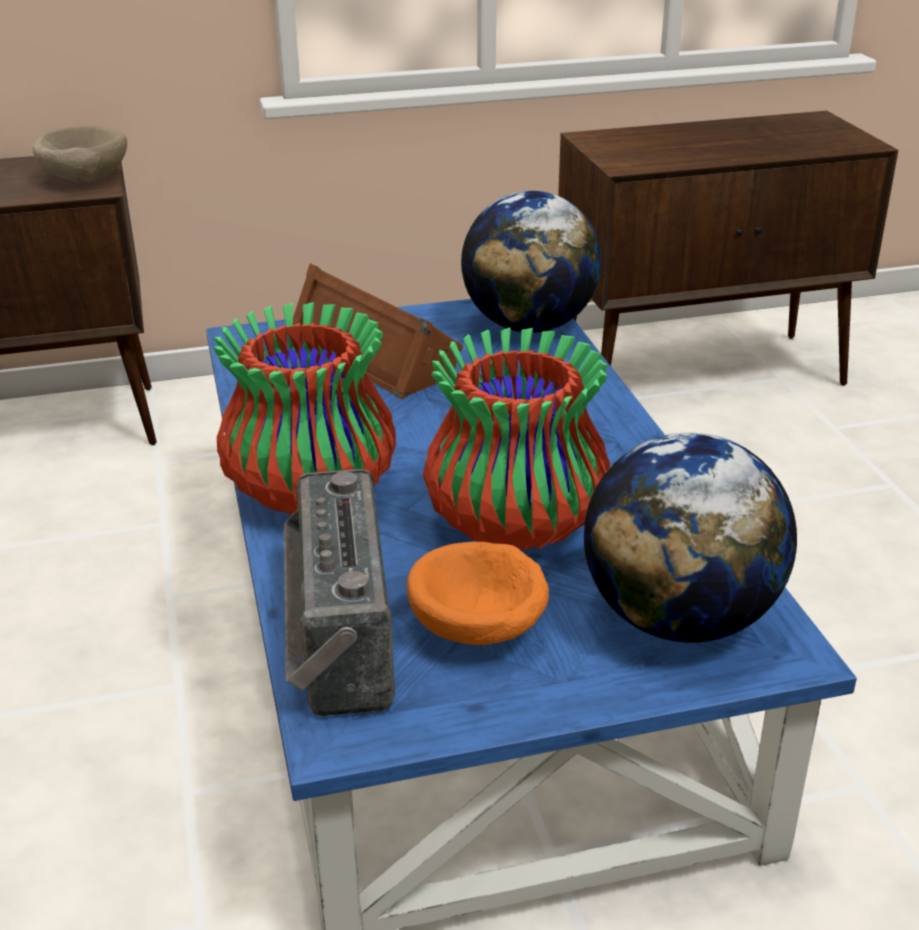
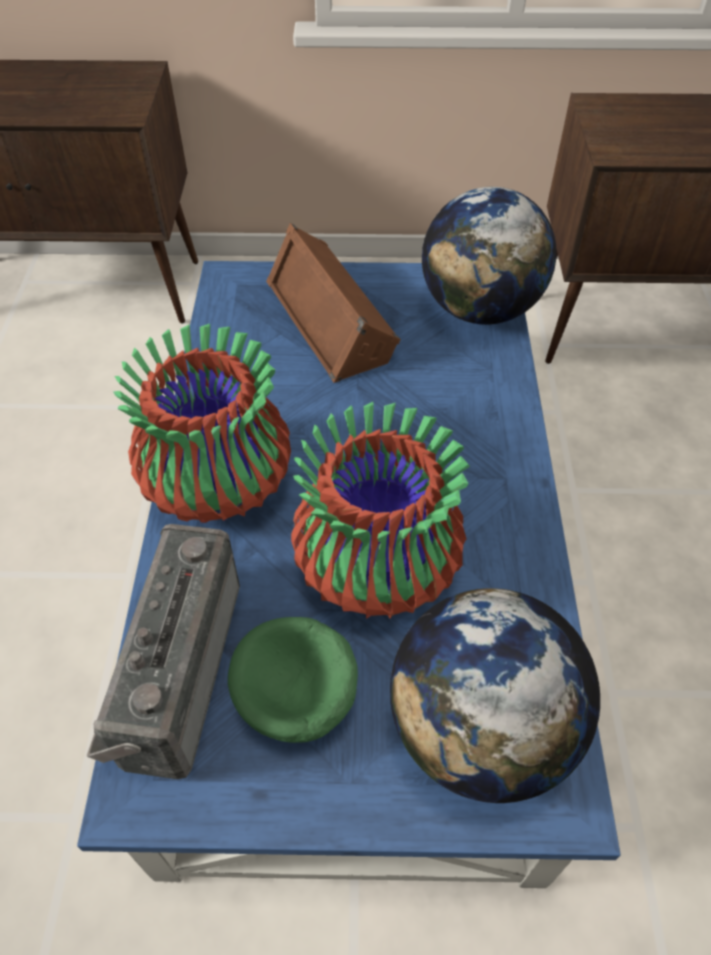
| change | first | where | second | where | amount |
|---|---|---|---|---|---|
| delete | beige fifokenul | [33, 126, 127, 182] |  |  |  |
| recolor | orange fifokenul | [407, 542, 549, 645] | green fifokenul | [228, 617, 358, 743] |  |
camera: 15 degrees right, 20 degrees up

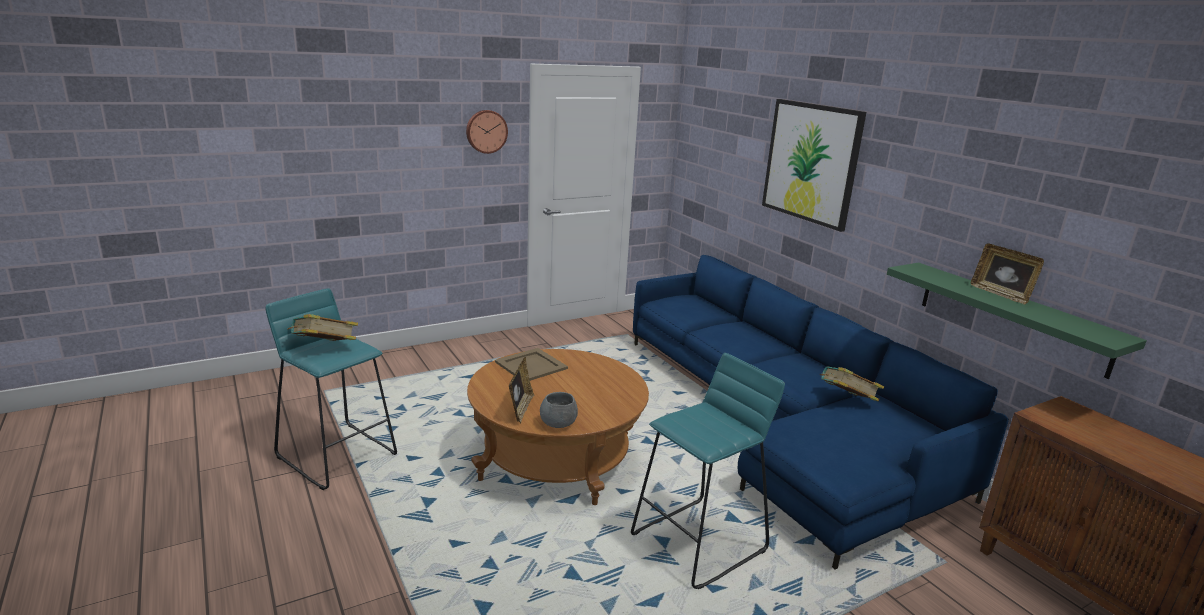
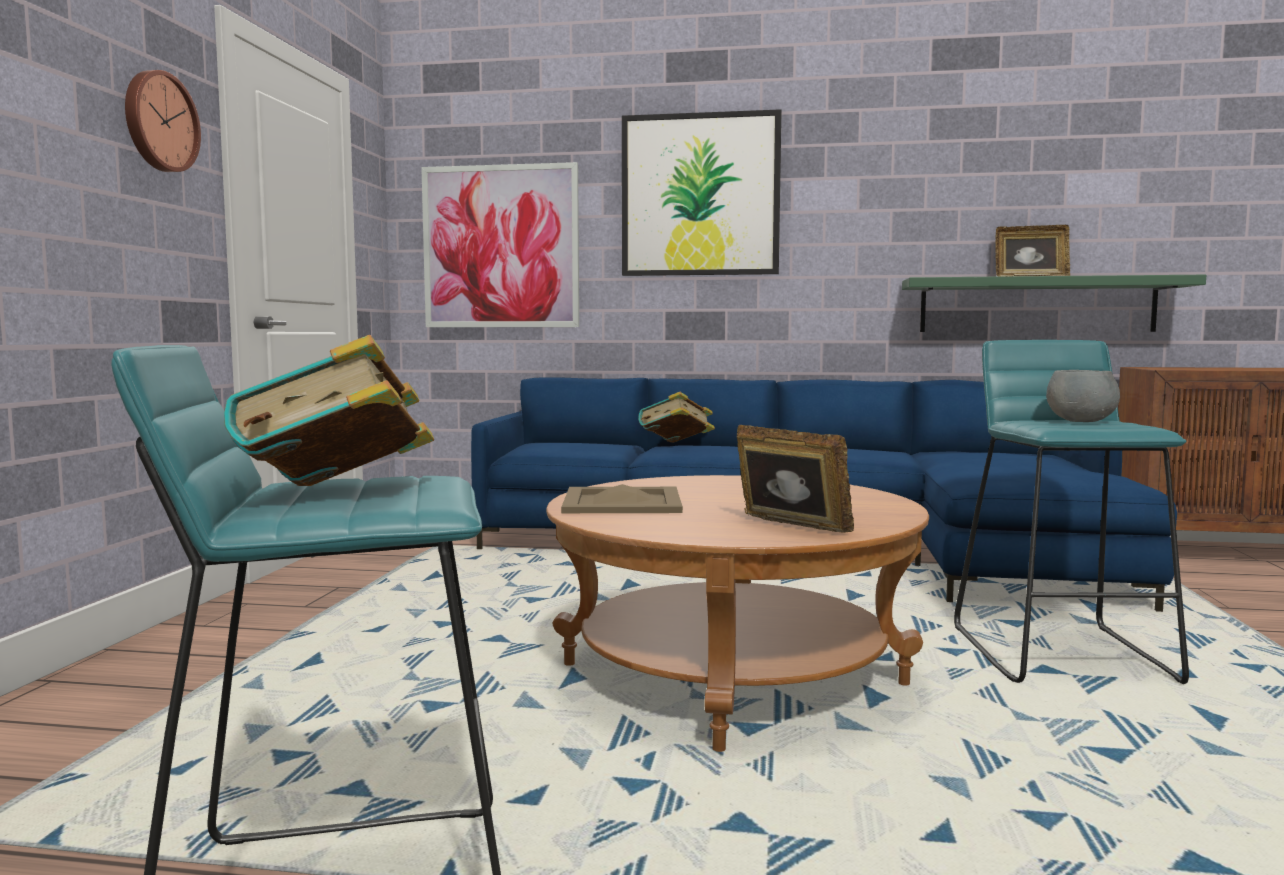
| change | first | where | second | where | amount |
|---|---|---|---|---|---|
| move | grey fifokenul | [540, 392, 578, 428] |  | [1046, 370, 1120, 422] |  |
| move | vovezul | [820, 366, 884, 401] |  | [638, 392, 715, 443] |  |
| insert |  |  | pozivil | [421, 162, 579, 327] |  |
camera: 50 degrees left, 15 degrees down

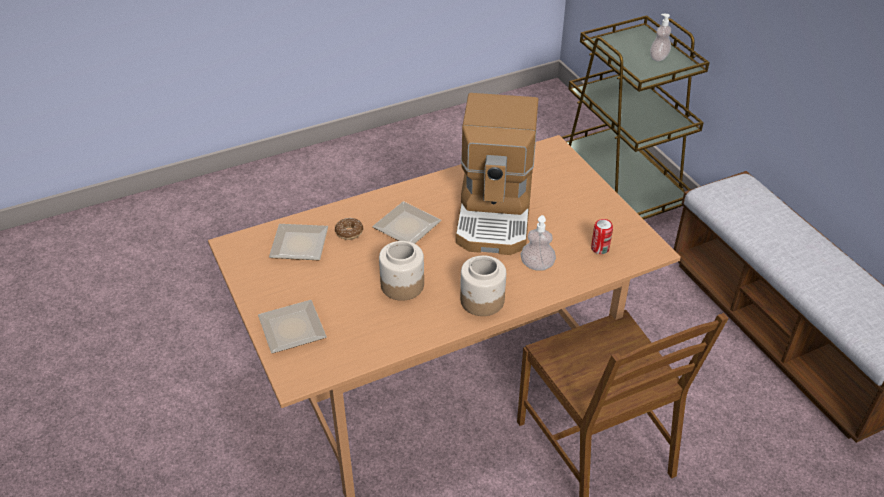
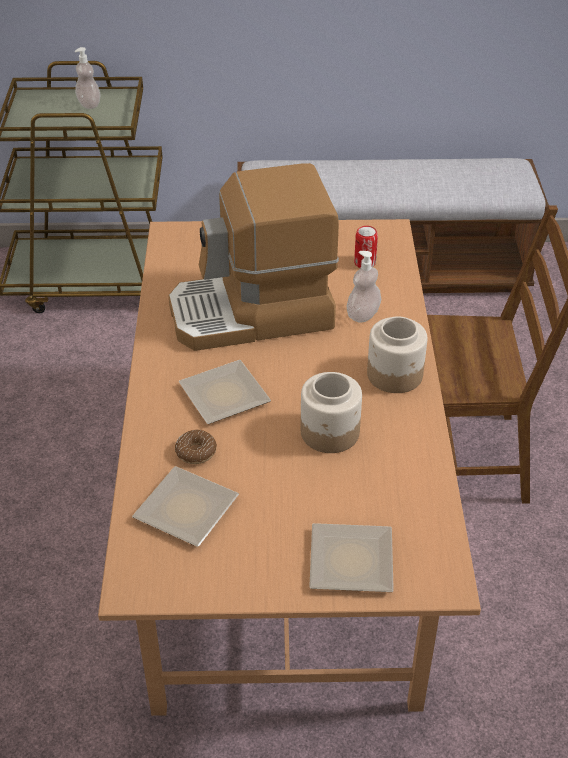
| change | first | where | second | where | amount |
|---|---|---|---|---|---|
| rotate | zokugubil | [456, 93, 538, 255] |  | [168, 163, 339, 351] | 135 degrees clockwise |
camera: 65 degrees left, 0 degrees up

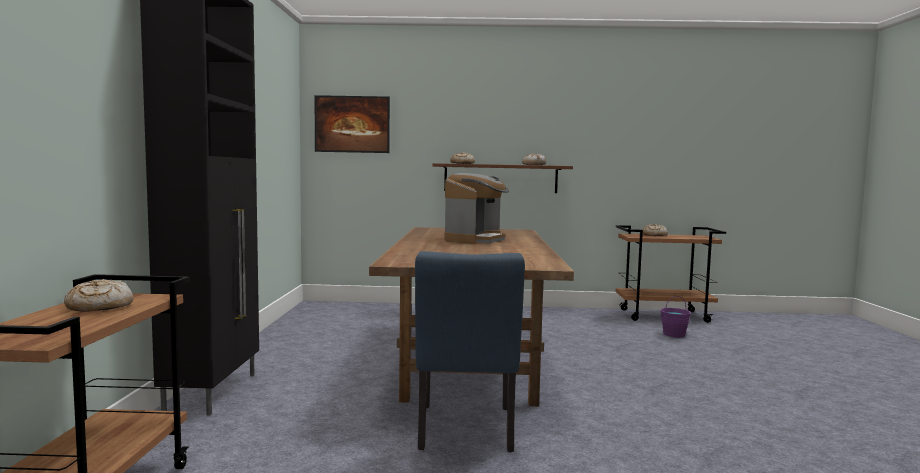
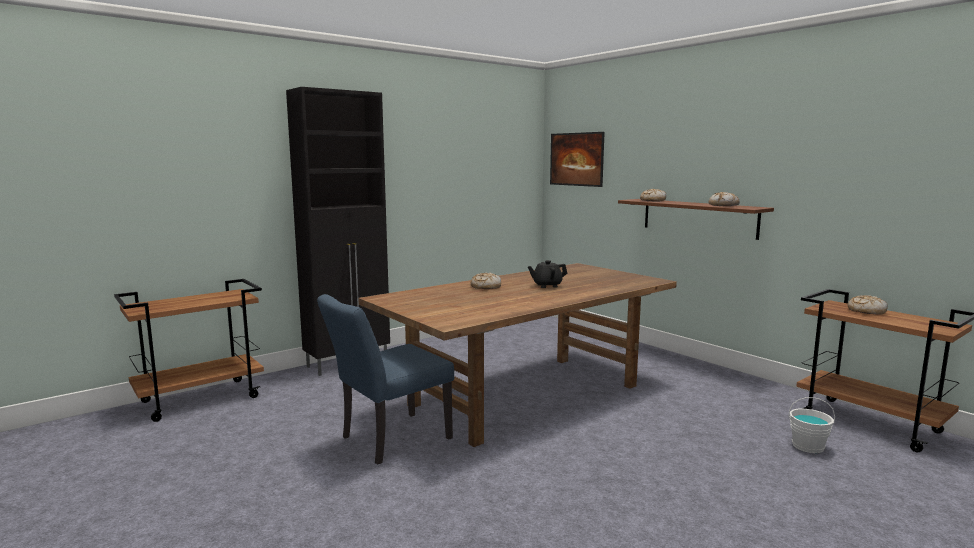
| change | first | where | second | where | amount |
|---|---|---|---|---|---|
| move | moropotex | [64, 279, 134, 312] |  | [471, 273, 501, 289] |  |
| replace | zokugubil | [444, 173, 510, 244] | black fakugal | [528, 260, 567, 288] |  |
| recolor | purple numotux | [660, 296, 691, 337] | white numotux | [789, 397, 835, 453] |  |
camera: 50 degrees right, 5 degrees up

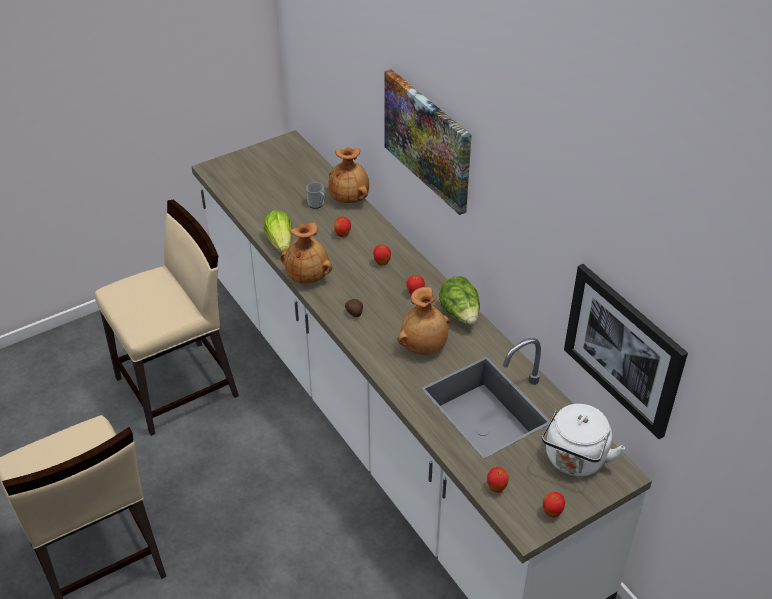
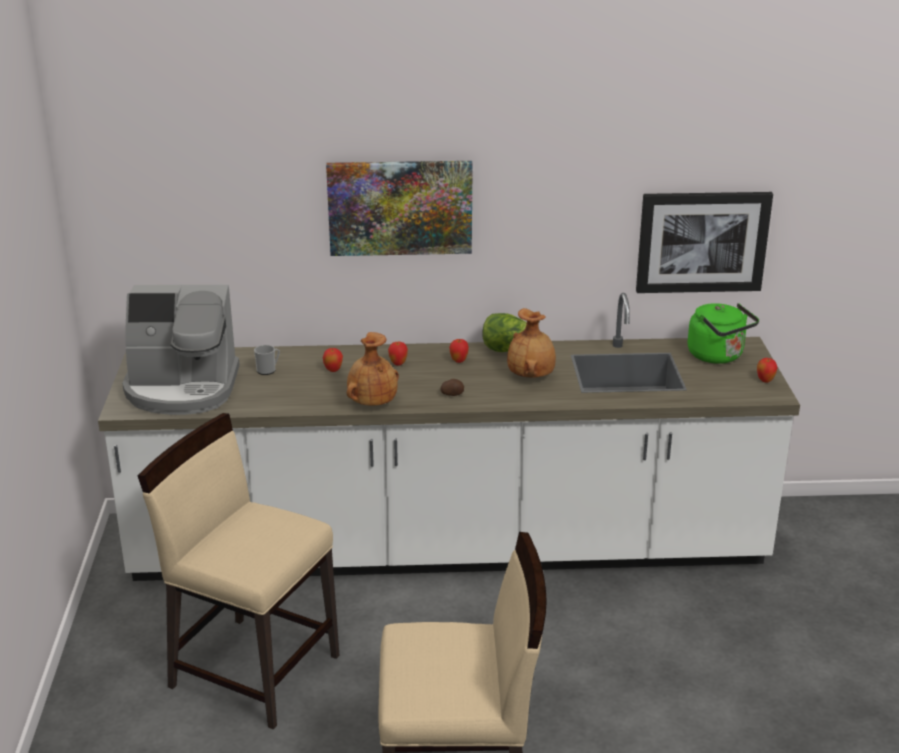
| change | first | where | second | where | amount |
|---|---|---|---|---|---|
| rotate | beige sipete | [95, 200, 239, 436] |  | [138, 413, 340, 730] | 60 degrees counterclockwise |
| delete | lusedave | [264, 210, 292, 253] |  |  |  |
| delete | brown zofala | [329, 147, 369, 203] |  |  |  |
| delete | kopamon | [487, 467, 509, 493] |  |  |  |
| recolor | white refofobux | [542, 404, 625, 476] | green refofobux | [687, 303, 759, 364] |  |
| insert |  |  | zokugubil | [122, 285, 240, 415] |  |
camera: 60 degrees left, 15 degrees down

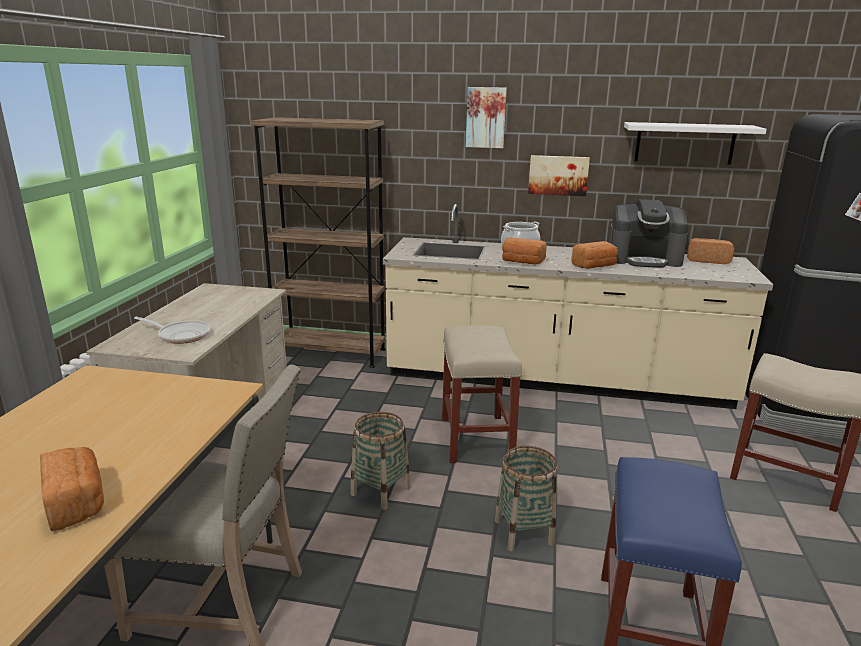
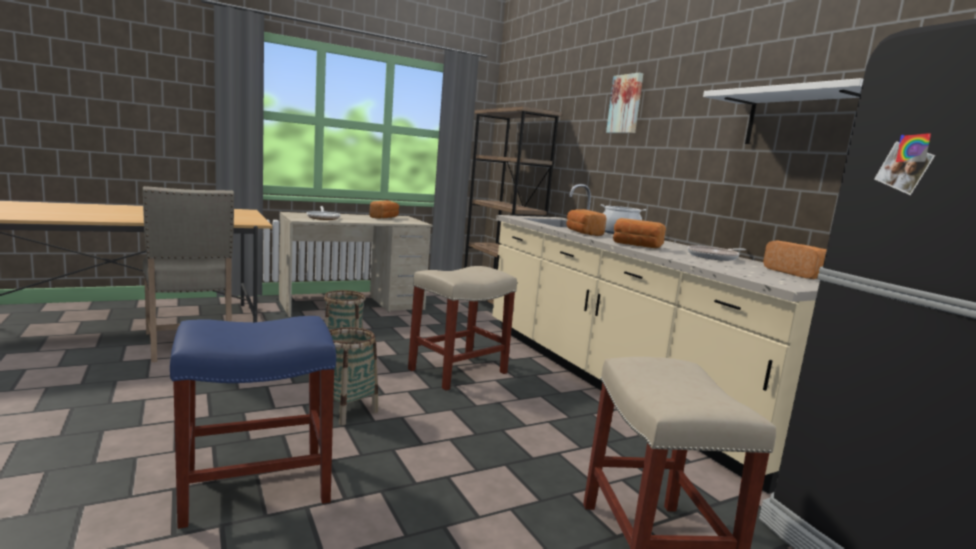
| change | first | where | second | where | amount |
|---|---|---|---|---|---|
| move | moropotex | [40, 447, 104, 531] |  | [369, 201, 399, 218] |  |
| delete | pozivil | [528, 155, 590, 196] |  |  |  |
| replace | zokugubil | [609, 199, 688, 268] | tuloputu | [688, 246, 747, 261] |  |
camera: 50 degrees right, 10 degrees down

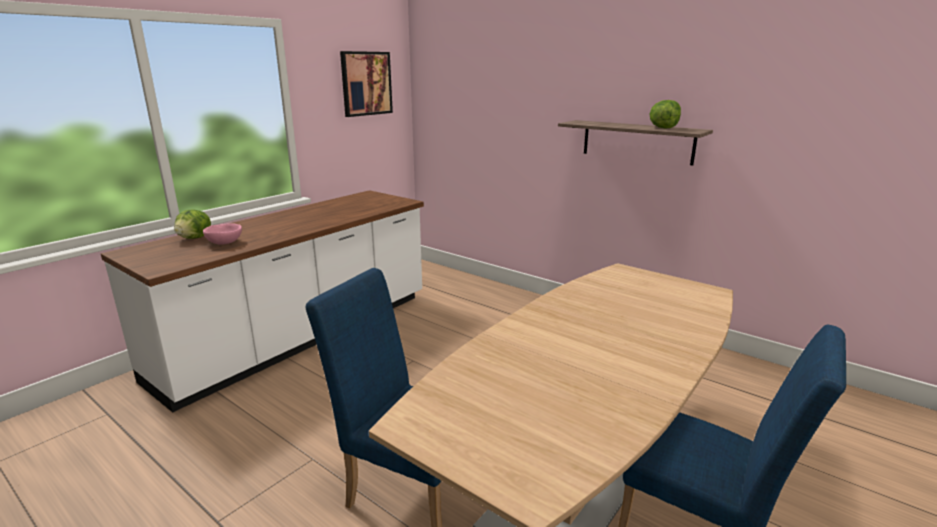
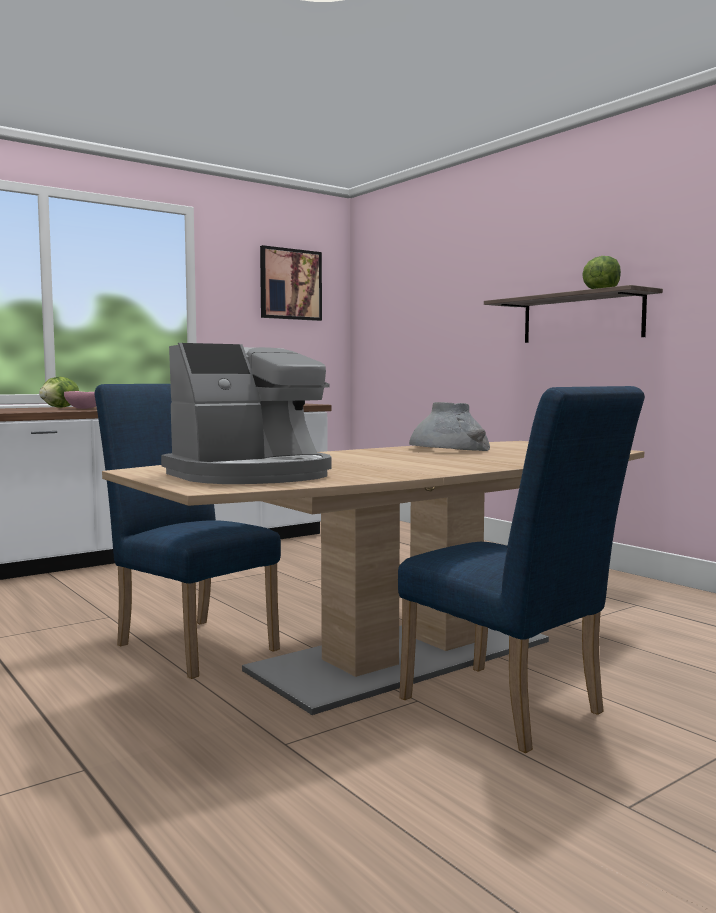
| change | first | where | second | where | amount |
|---|---|---|---|---|---|
| insert |  |  | zokugubil | [161, 343, 332, 484] |  |
| insert |  |  | grey zofala | [409, 402, 490, 451] |  |
camera: 15 degrees right, 15 degrees down

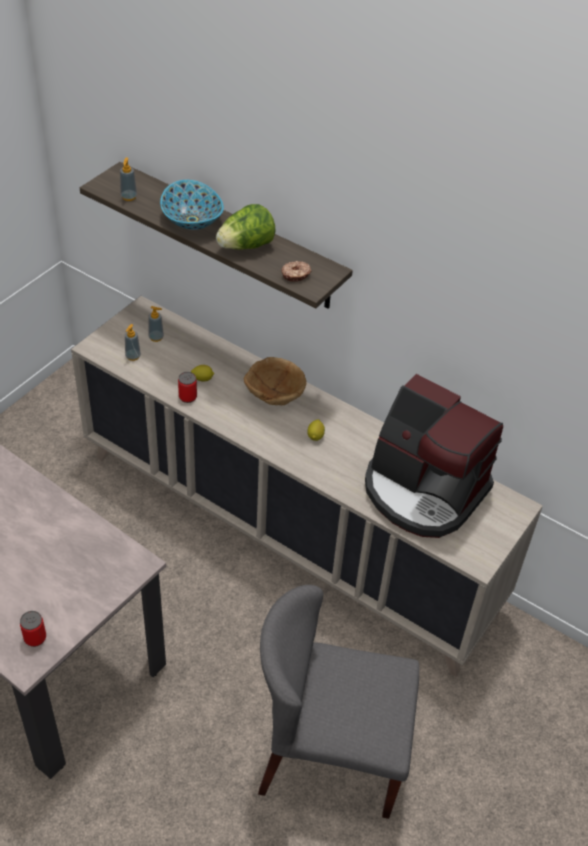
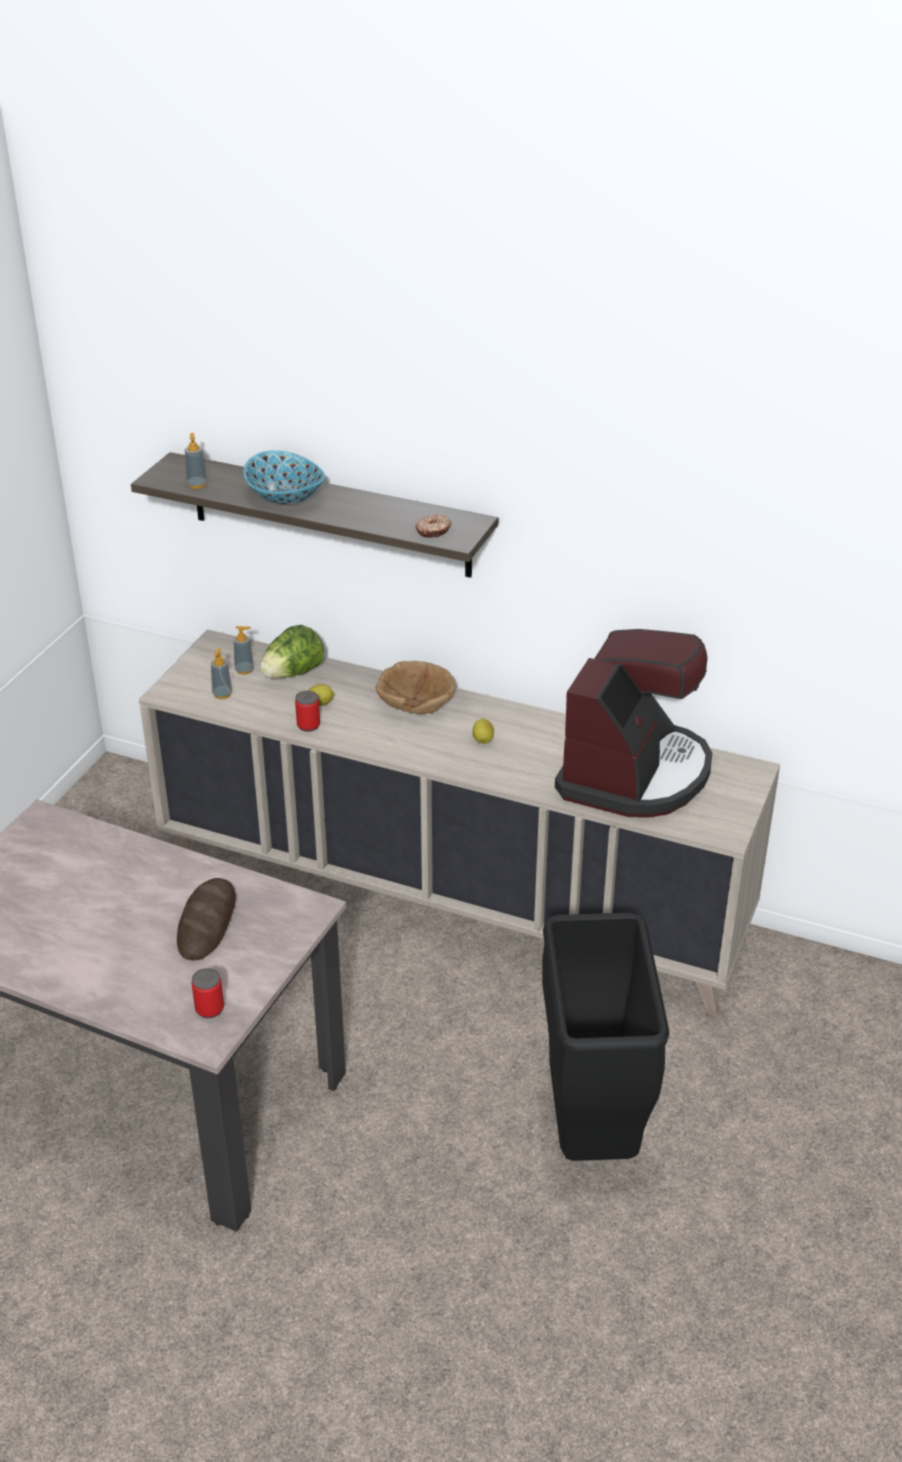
| change | first | where | second | where | amount |
|---|---|---|---|---|---|
| move | lusedave | [216, 204, 276, 250] |  | [260, 625, 324, 679] |  |
| replace | grey sipete | [258, 585, 419, 819] | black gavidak | [542, 913, 669, 1161] |  |
| rotate | zokugubil | [365, 374, 503, 538] |  | [555, 629, 712, 818] | 90 degrees counterclockwise |
| insert |  |  | moropotex | [177, 878, 236, 960] |  |
camera: 10 degrees left, 10 degrees down

